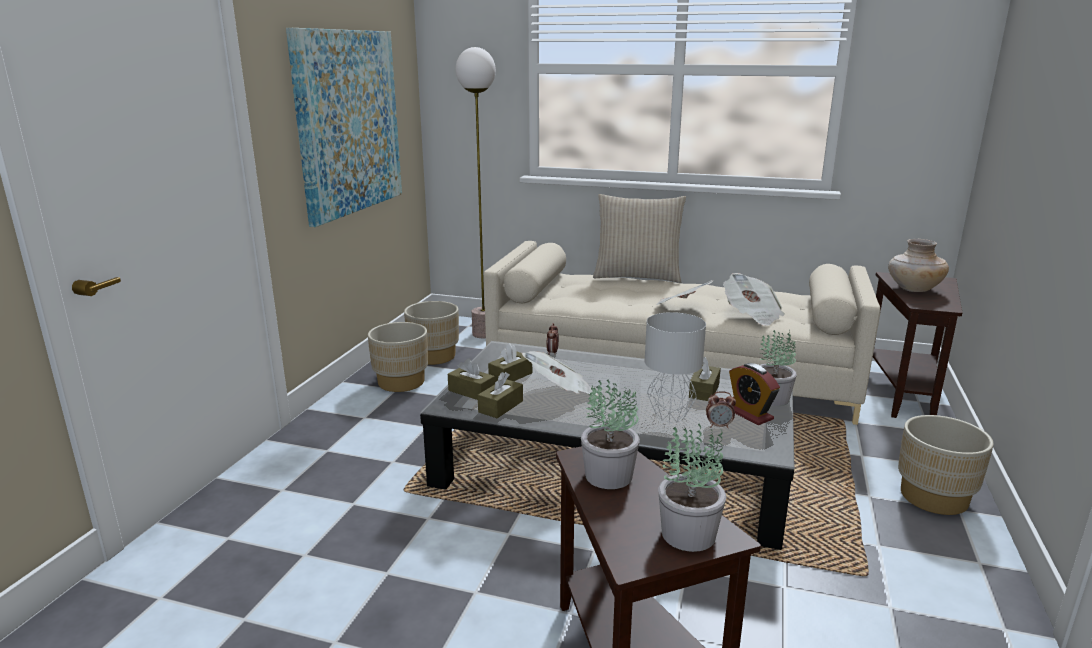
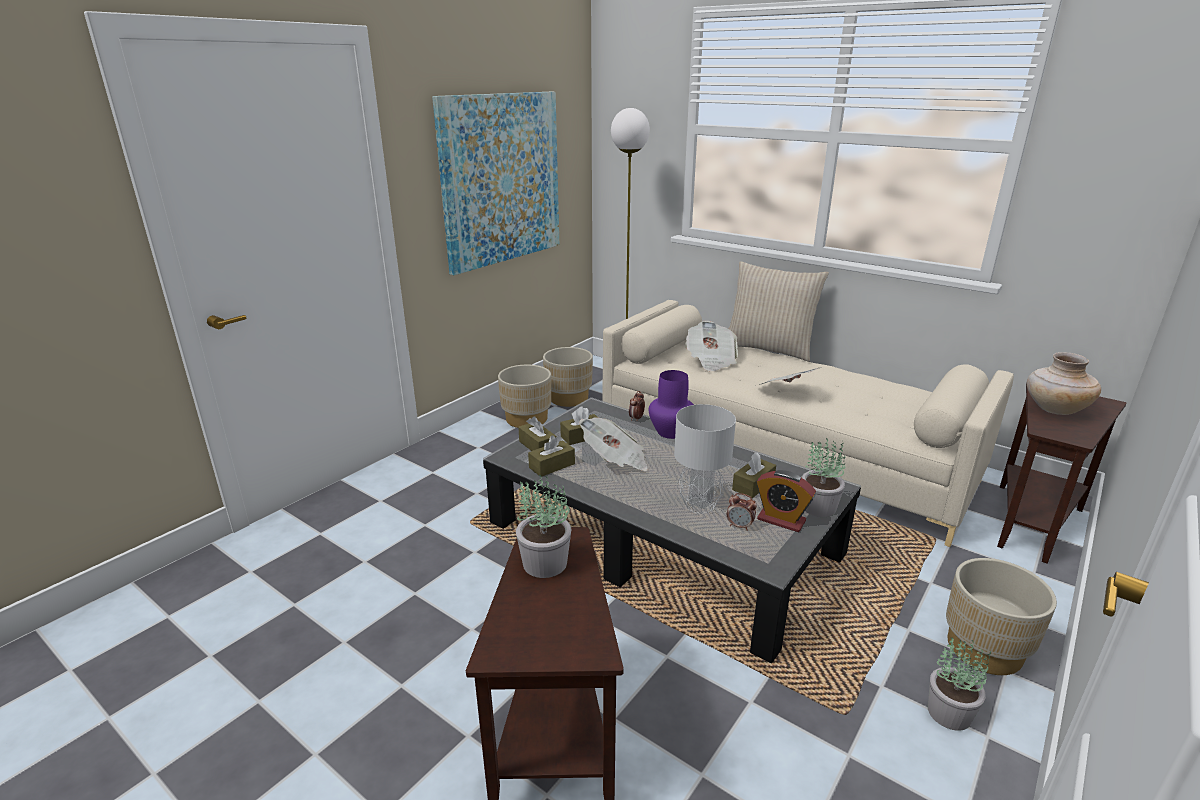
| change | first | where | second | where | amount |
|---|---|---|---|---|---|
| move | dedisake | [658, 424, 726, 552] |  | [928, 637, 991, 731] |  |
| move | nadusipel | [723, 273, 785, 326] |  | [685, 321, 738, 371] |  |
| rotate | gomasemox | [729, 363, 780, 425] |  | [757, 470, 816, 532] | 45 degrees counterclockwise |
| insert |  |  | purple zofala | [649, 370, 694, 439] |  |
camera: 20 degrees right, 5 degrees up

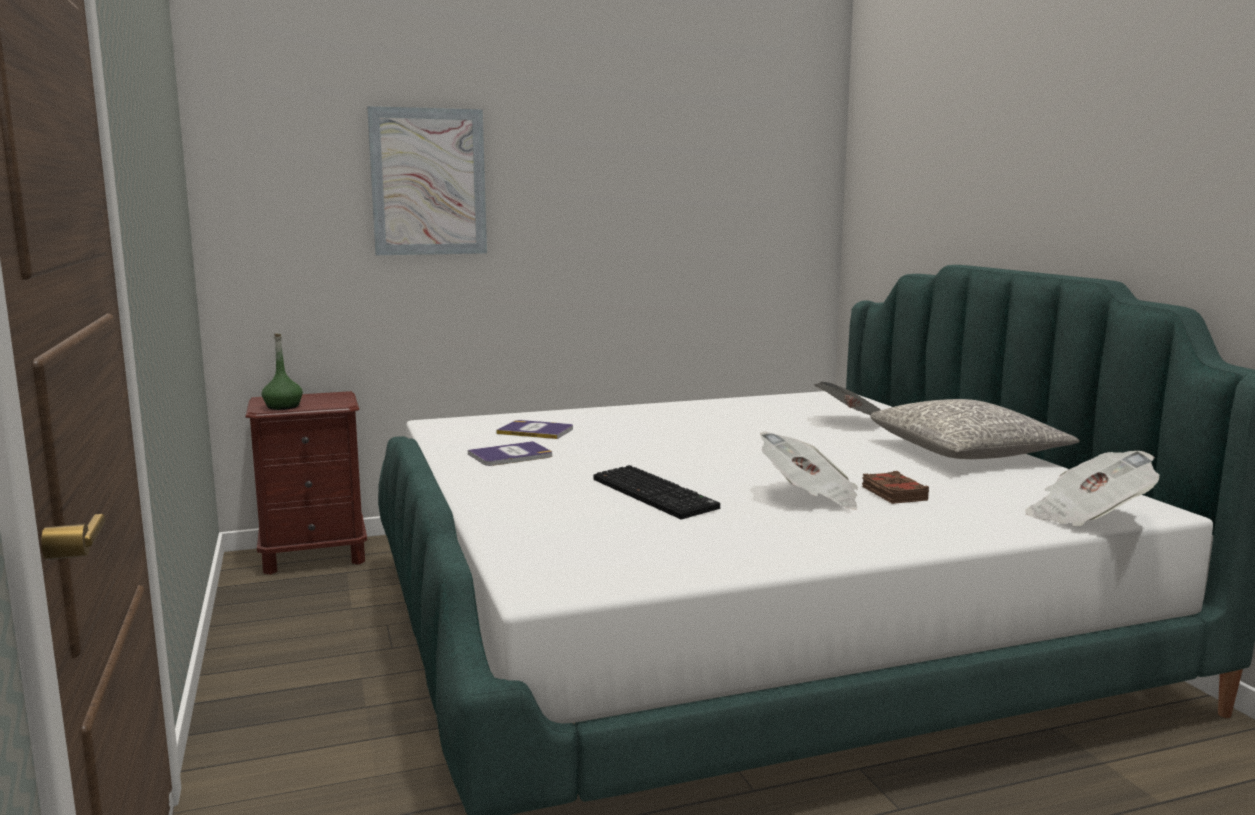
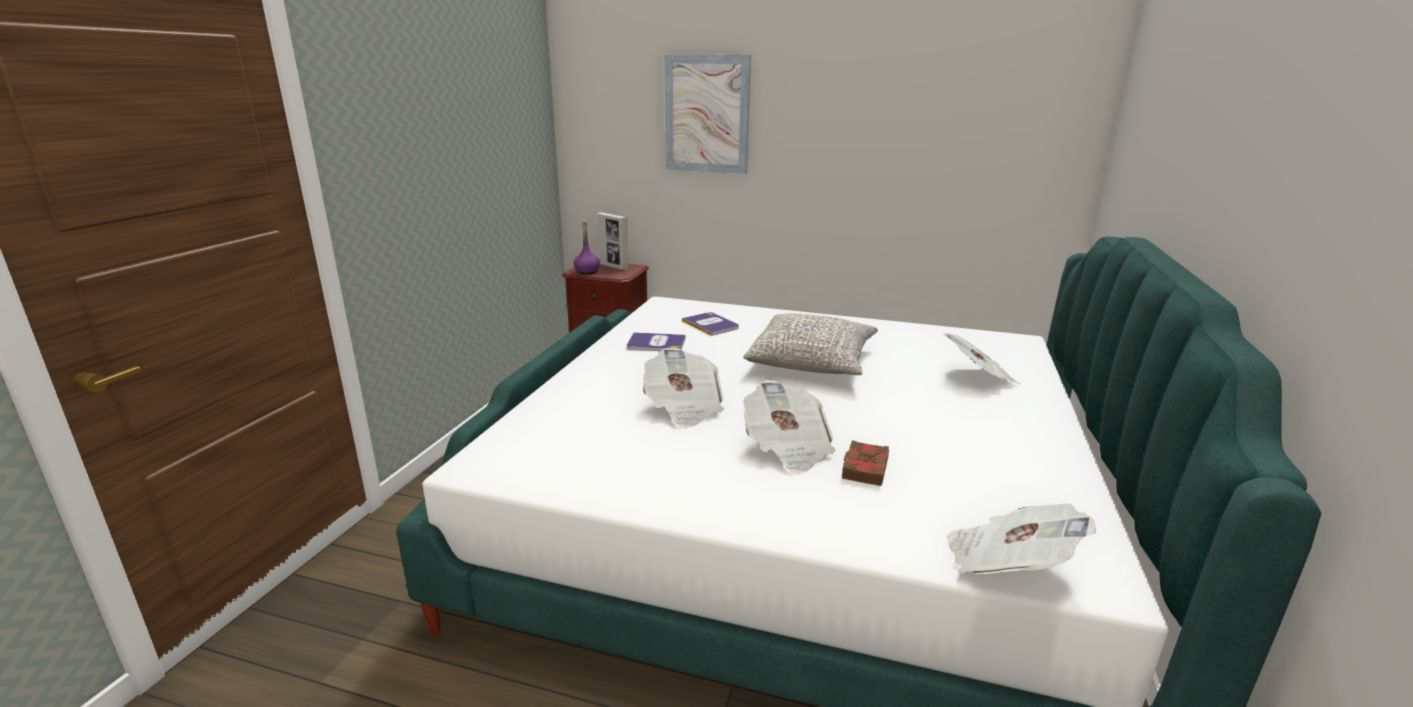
| change | first | where | second | where | amount |
|---|---|---|---|---|---|
| recolor | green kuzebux | [262, 333, 303, 410] | purple kuzebux | [573, 222, 600, 274] |  |
| replace | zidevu | [593, 465, 720, 519] | nadusipel | [642, 347, 724, 428] |  |
| move | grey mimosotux | [870, 399, 1080, 459] |  | [743, 313, 878, 375] |  |
| insert |  |  | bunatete | [597, 212, 629, 270] |  |
camera: 35 degrees right, 10 degrees up

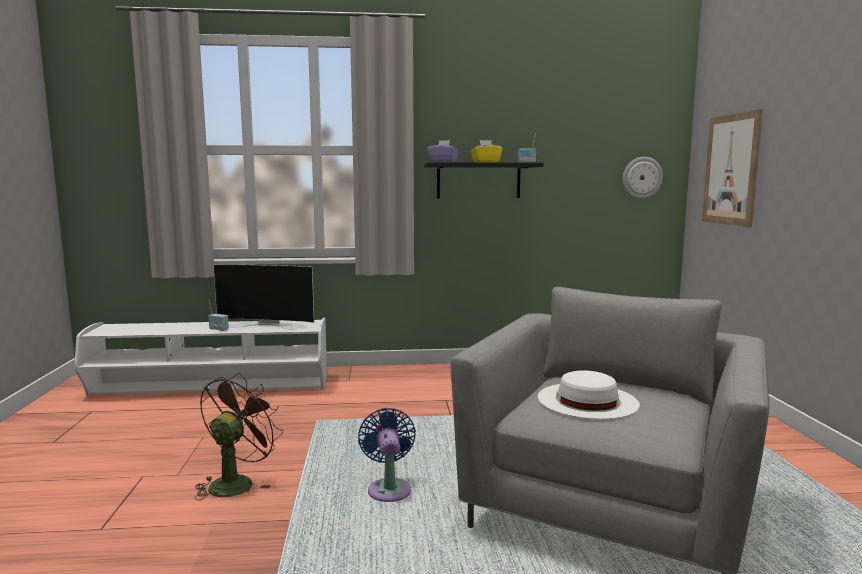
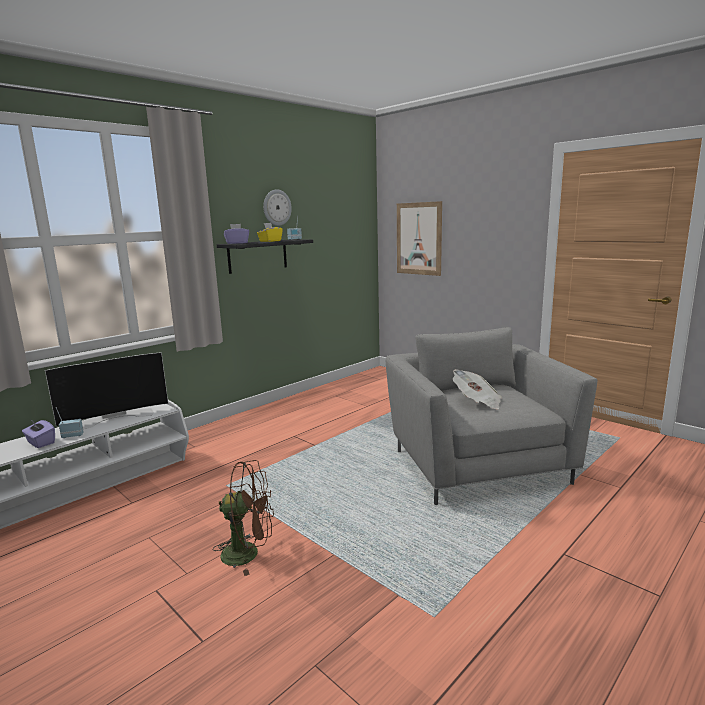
| change | first | where | second | where | amount |
|---|---|---|---|---|---|
| rotate | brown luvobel | [195, 373, 284, 500] |  | [213, 460, 274, 576] | 105 degrees clockwise |
| delete | blue luvobel | [358, 408, 416, 502] |  |  |  |
| replace | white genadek | [538, 370, 640, 419] | nadusipel | [453, 369, 502, 410] |  |
| move | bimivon | [623, 157, 663, 199] |  | [263, 189, 292, 226] |  |
| insert |  |  | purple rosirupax | [22, 420, 55, 448] |  |
camera: 40 degrees left, 5 degrees up

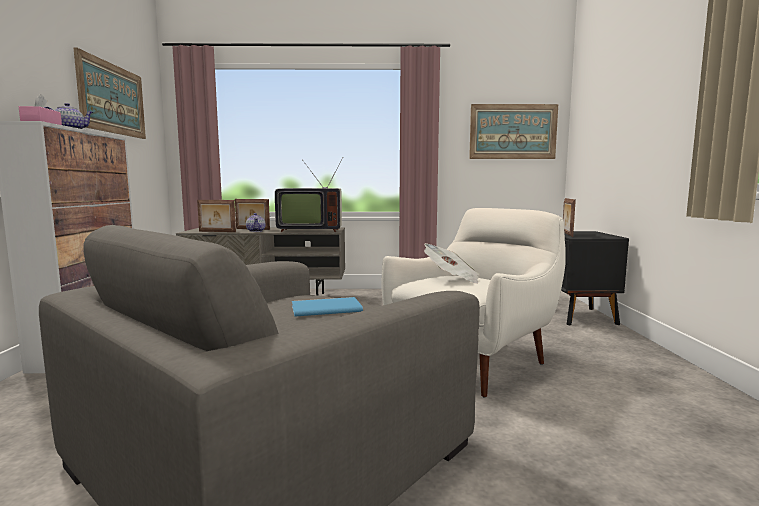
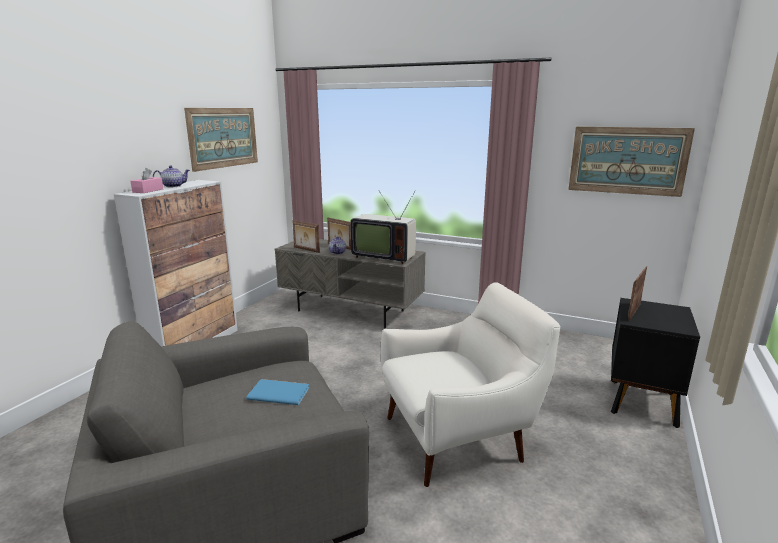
| change | first | where | second | where | amount |
|---|---|---|---|---|---|
| delete | nadusipel | [424, 243, 479, 284] |  |  |  |
camera: 25 degrees right, 10 degrees up

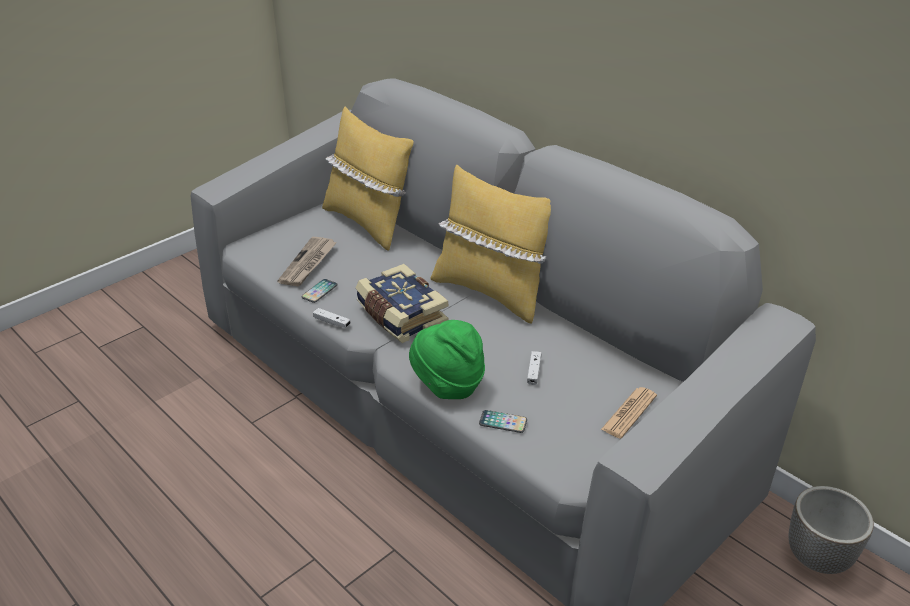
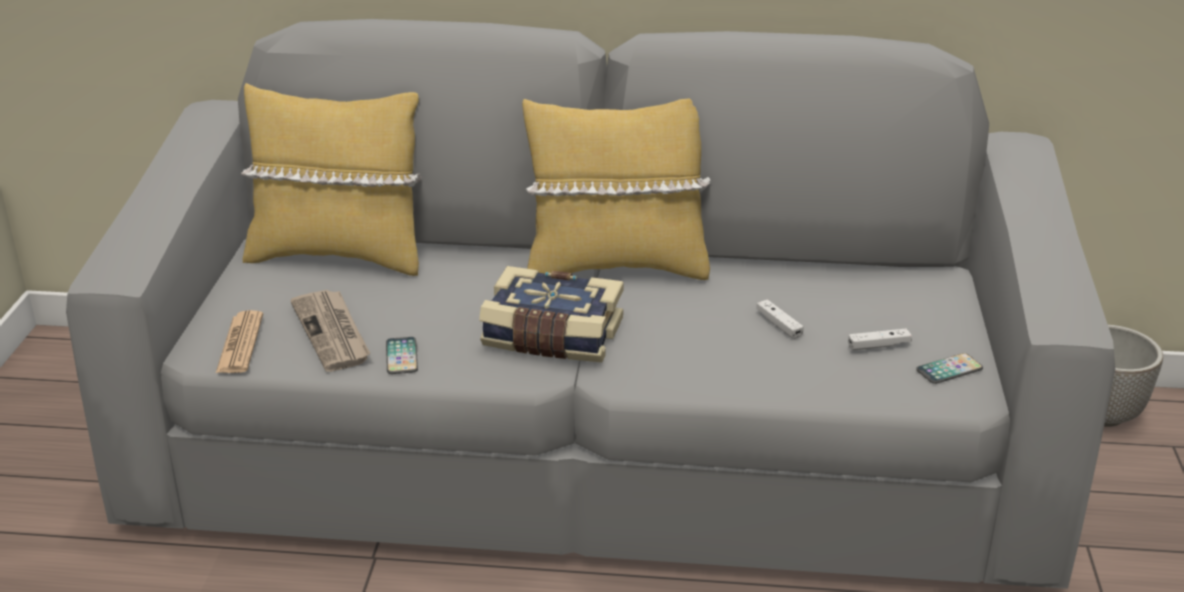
| change | first | where | second | where | amount |
|---|---|---|---|---|---|
| move | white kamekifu | [313, 308, 351, 328] |  | [848, 328, 912, 350] |  |
| delete | green genadek | [409, 320, 485, 399] |  |  |  |
| move | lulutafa | [479, 410, 527, 433] |  | [916, 353, 983, 384] |  |
| move | nadusipel | [601, 387, 657, 438] |  | [216, 310, 263, 373] |  |
camera: 40 degrees left, 5 degrees down

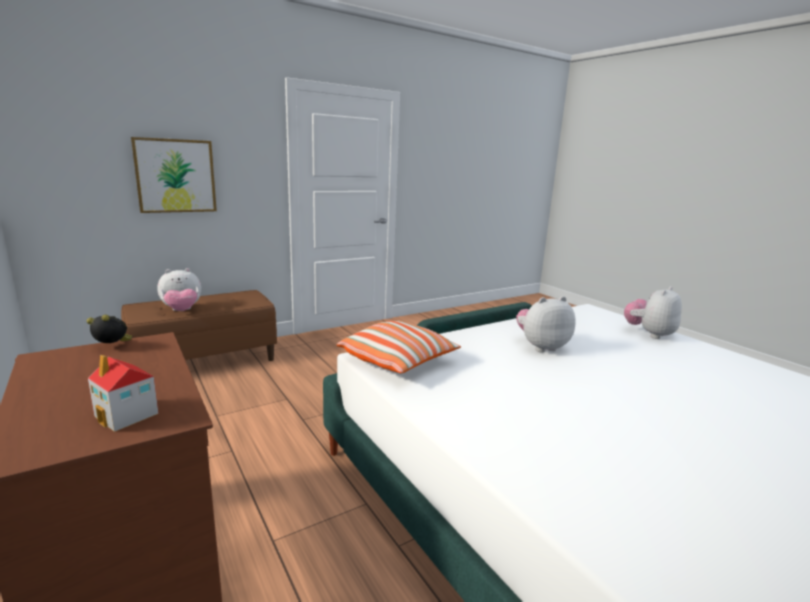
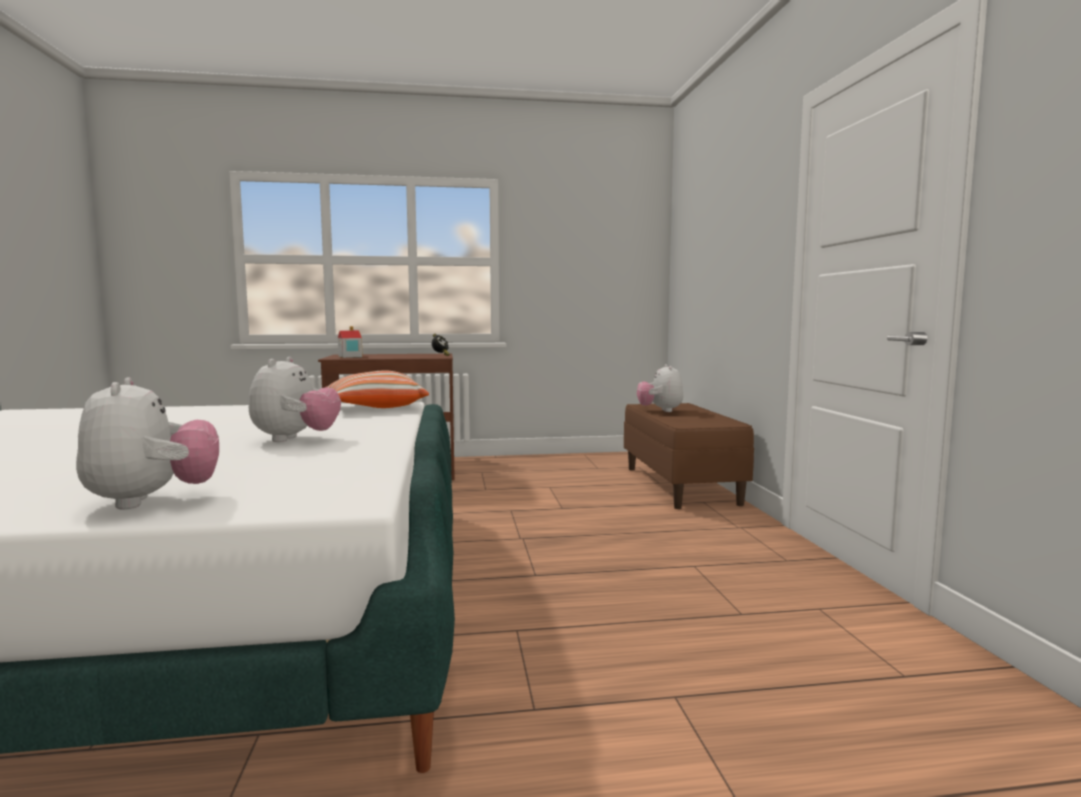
| change | first | where | second | where | amount |
|---|---|---|---|---|---|
| delete | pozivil | [131, 137, 217, 213] |  |  |  |
camera: 115 degrees right, 10 degrees down

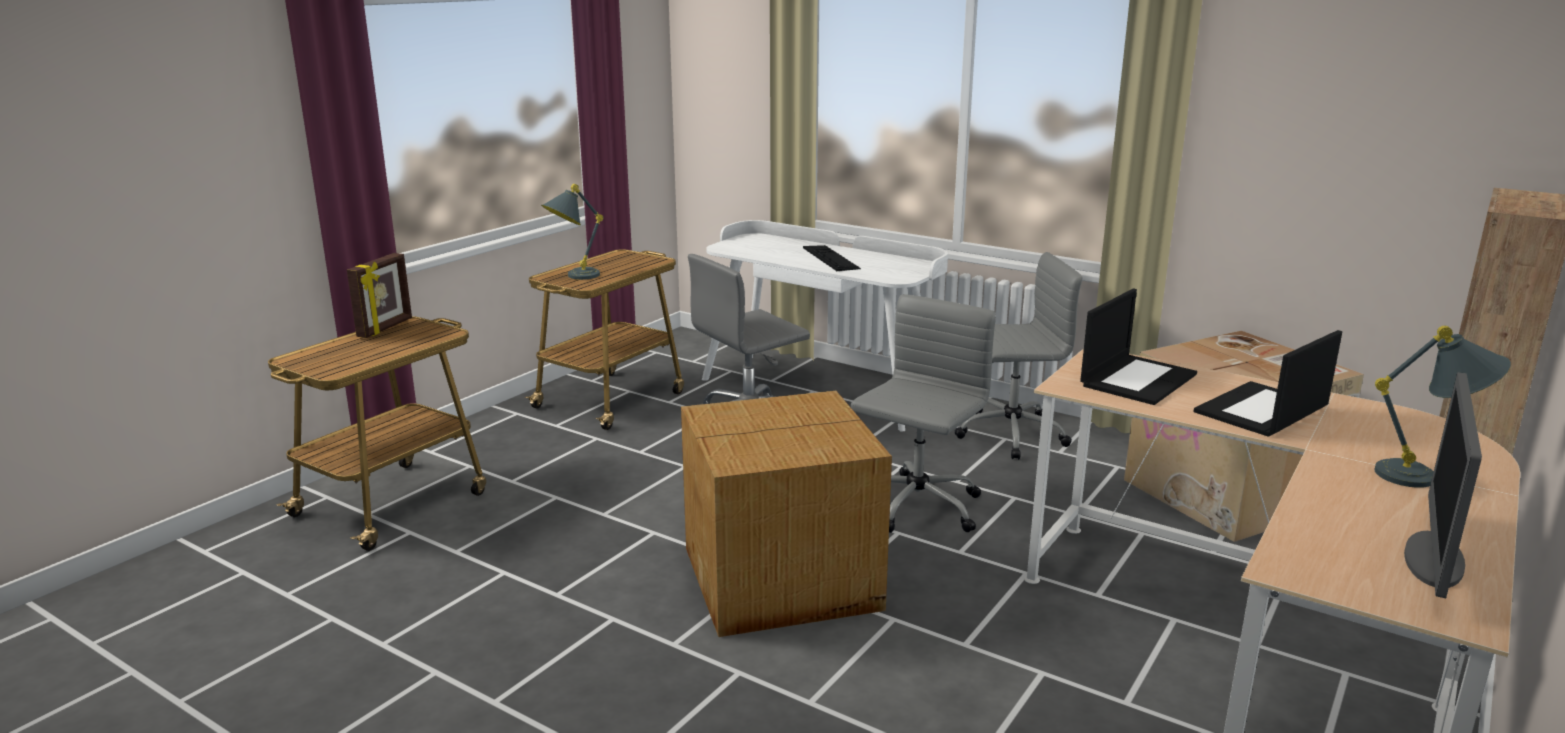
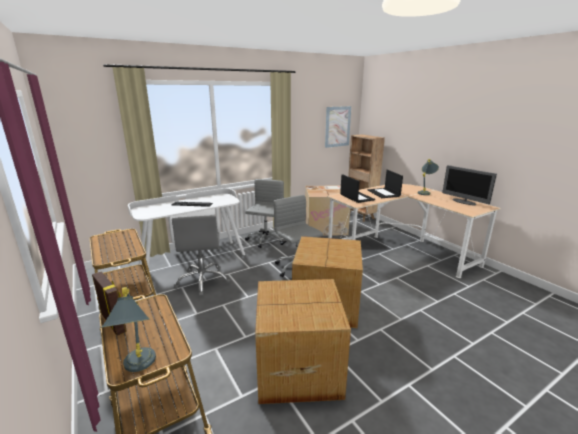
| change | first | where | second | where | amount |
|---|---|---|---|---|---|
| move | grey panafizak | [541, 184, 603, 280] |  | [101, 287, 156, 372] |  |
| insert |  |  | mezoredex | [255, 279, 351, 404] |  |
| insert |  |  | pozivil | [325, 106, 351, 148] |  |
camera: 65 degrees left, 0 degrees up

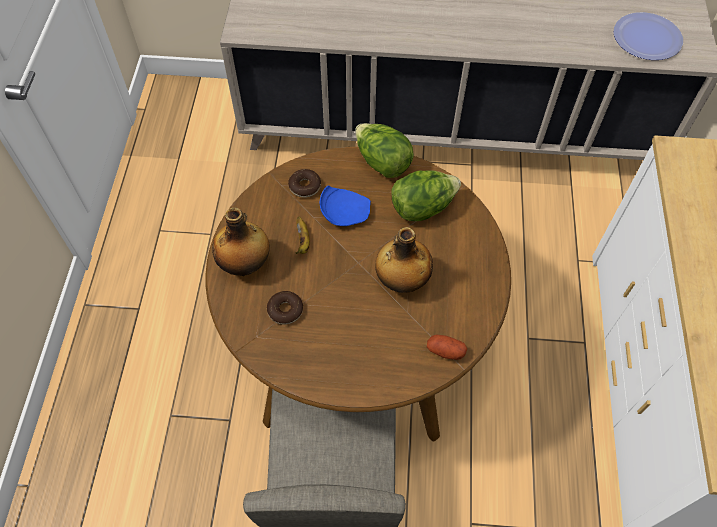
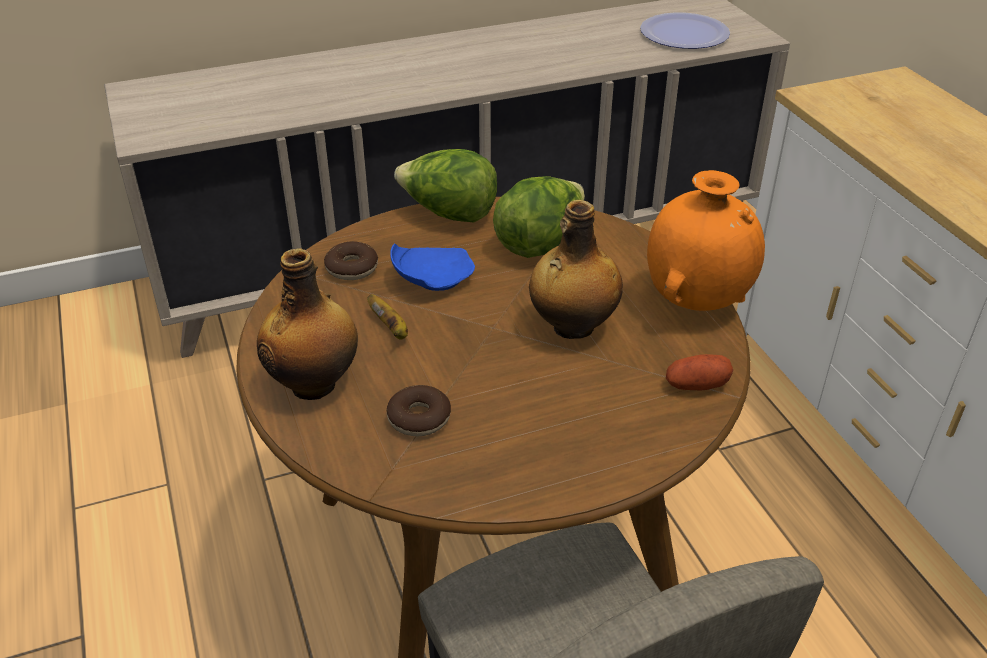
| change | first | where | second | where | amount |
|---|---|---|---|---|---|
| insert |  |  | orange zofala | [647, 170, 765, 311] |  |
camera: 25 degrees left, 20 degrees down

